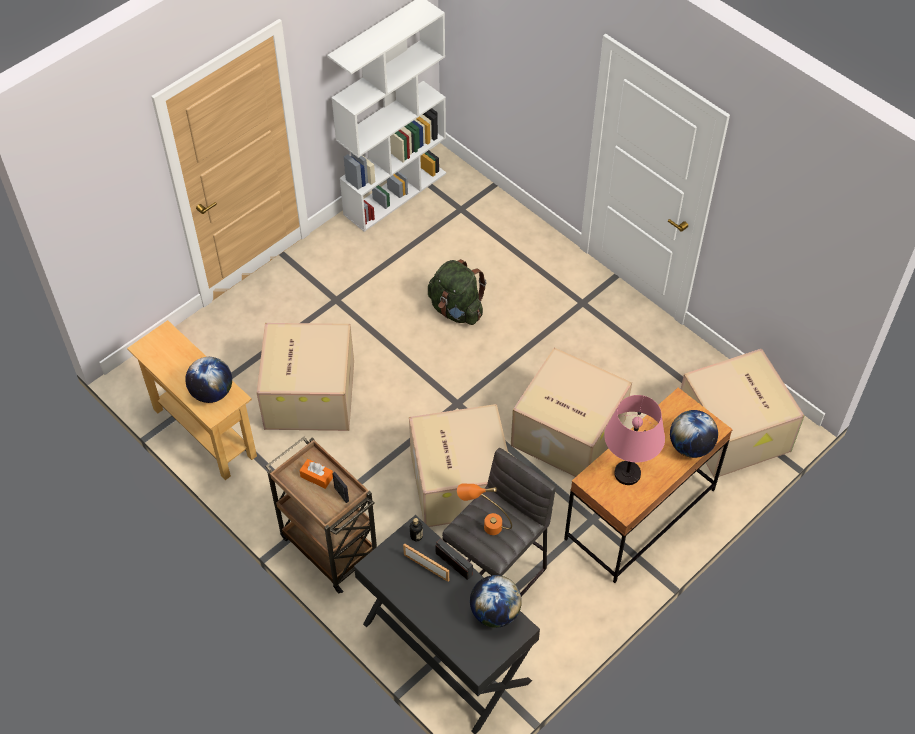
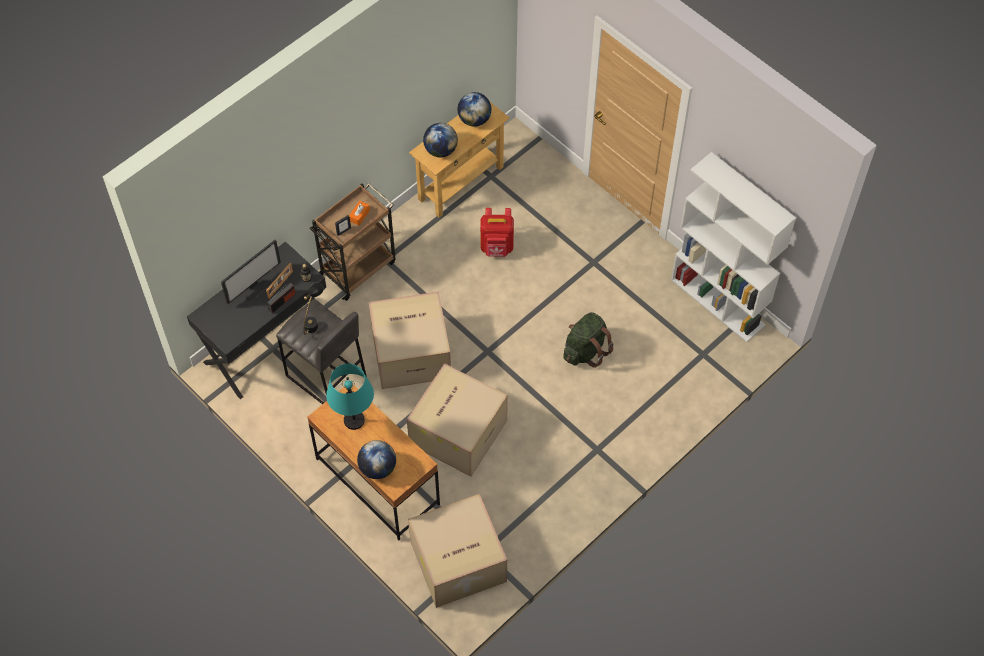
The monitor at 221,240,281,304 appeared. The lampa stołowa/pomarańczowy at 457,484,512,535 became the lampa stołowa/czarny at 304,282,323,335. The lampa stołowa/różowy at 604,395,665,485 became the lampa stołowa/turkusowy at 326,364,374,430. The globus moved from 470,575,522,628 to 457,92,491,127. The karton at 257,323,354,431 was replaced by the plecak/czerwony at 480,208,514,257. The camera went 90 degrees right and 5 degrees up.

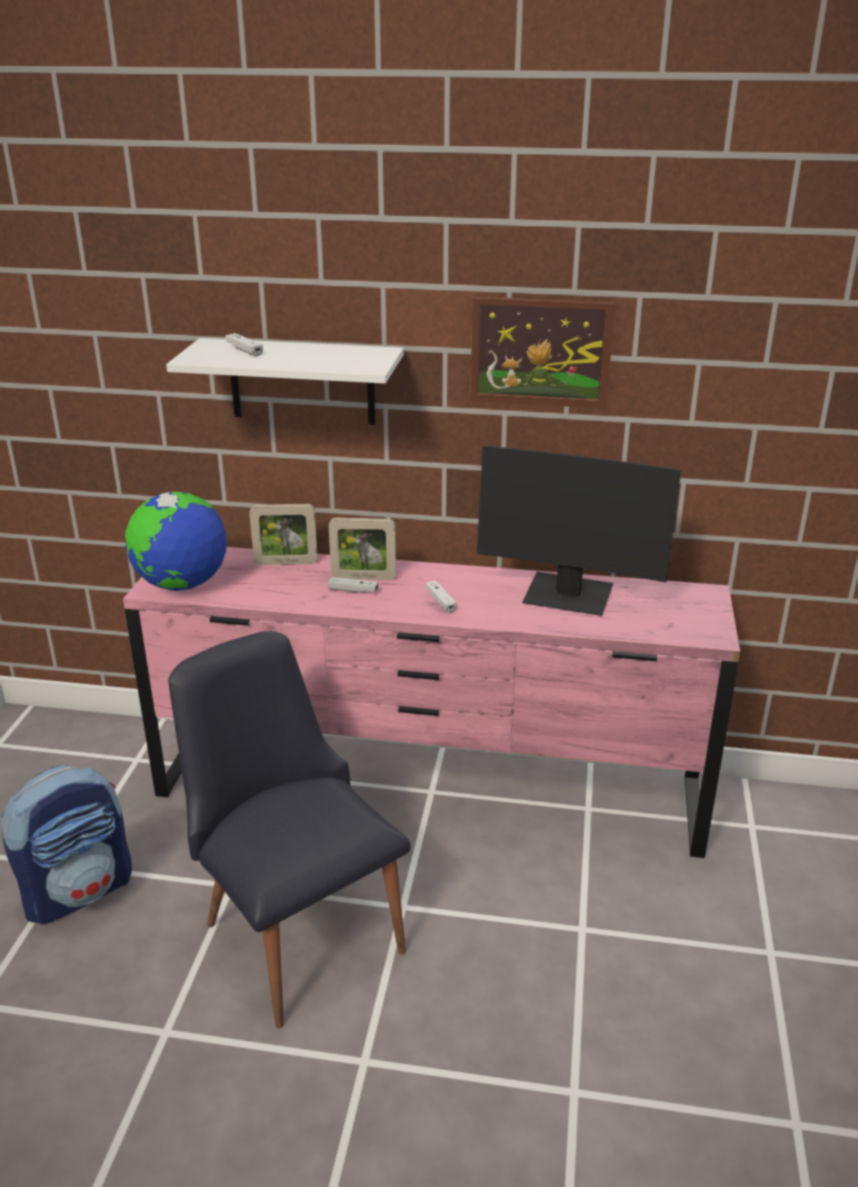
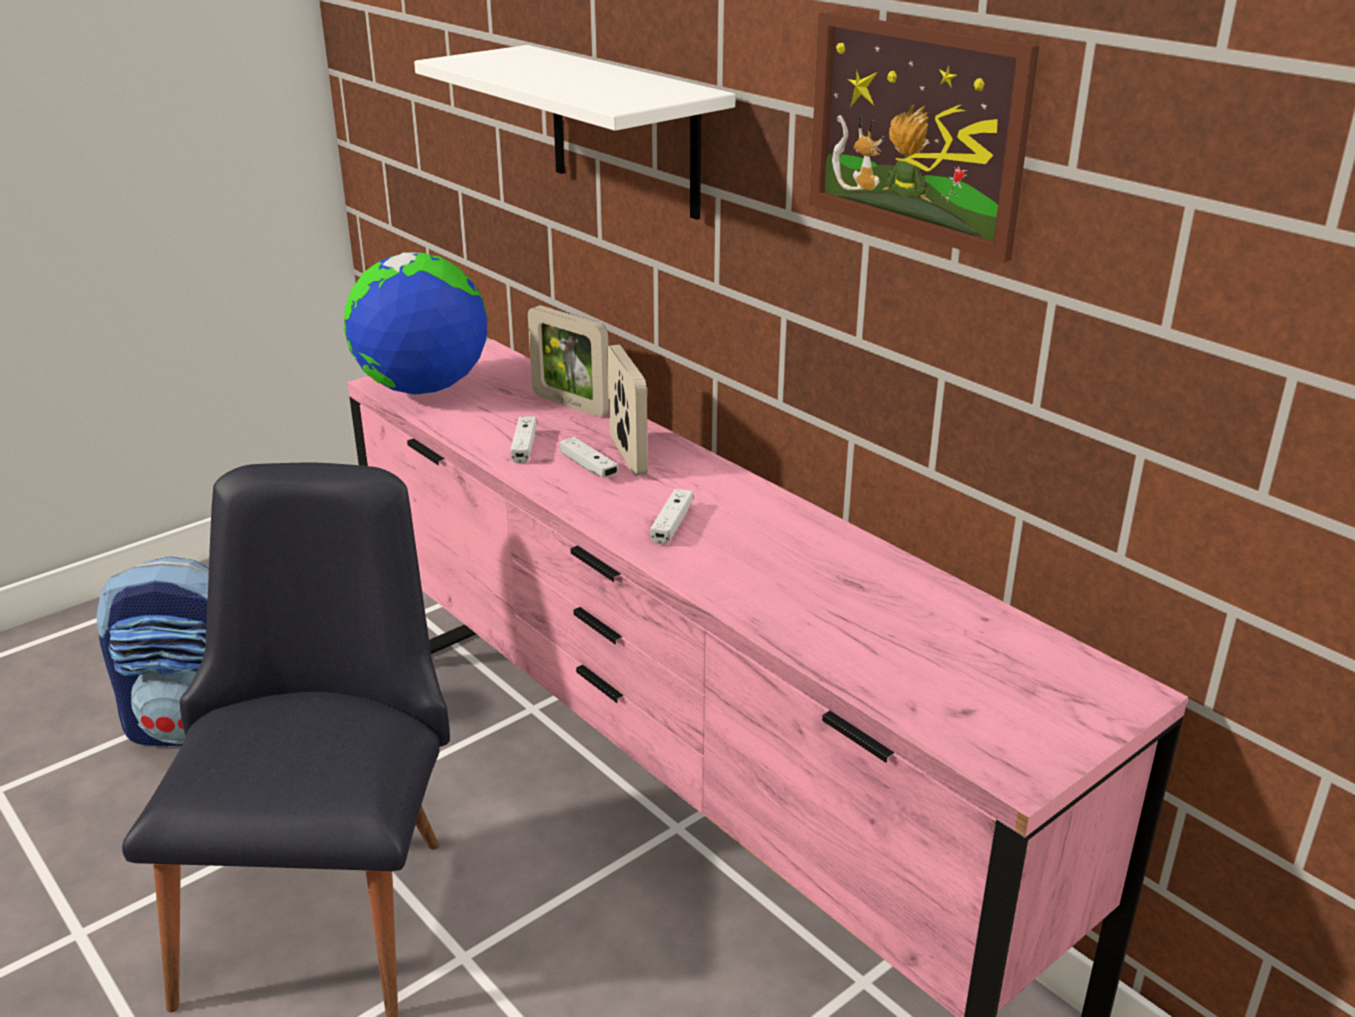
The pad do gier/biały moved from 225,333,263,356 to 510,416,537,463. The ramka na zdjęcie at 329,518,396,580 turned 150 degrees counterclockwise. The monitor at 477,446,681,616 disappeared. The camera went 40 degrees right and 0 degrees up.

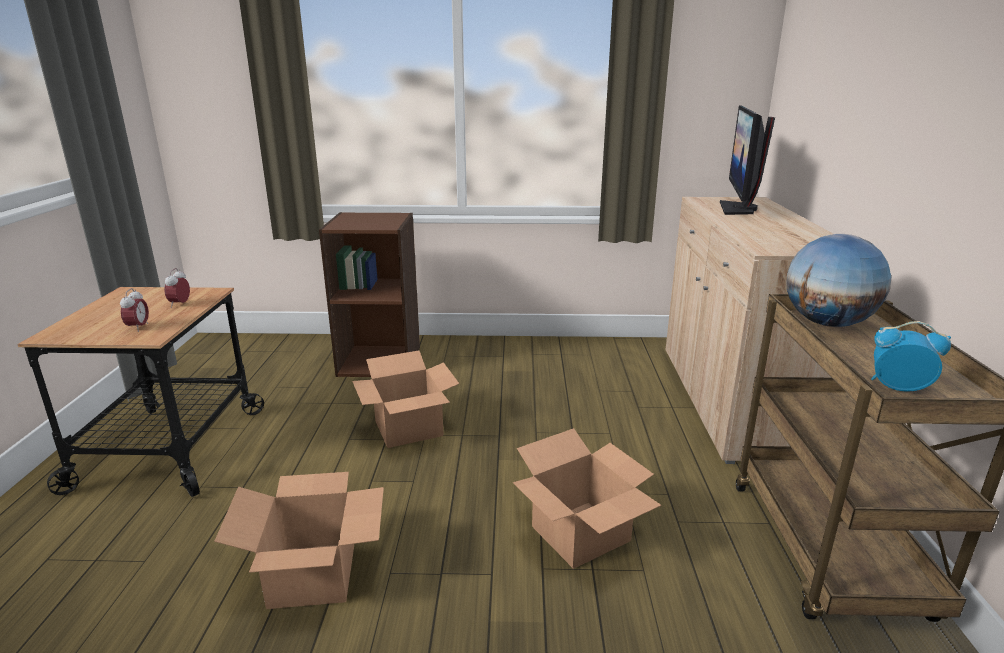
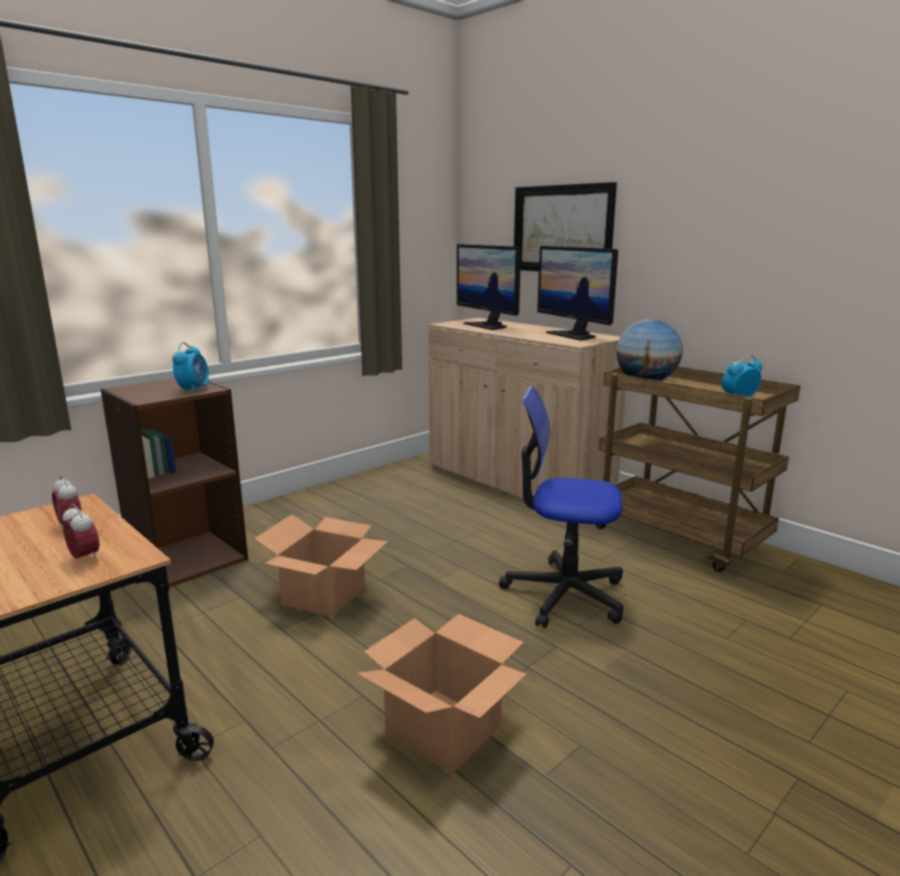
The budzik at 172,342,209,394 appeared. The karton at 513,428,662,569 was replaced by the krzesło biurowe at 499,386,623,628. The obraz at 514,182,617,271 appeared. The monitor at 537,246,618,341 appeared. The camera went 45 degrees left and 5 degrees down.

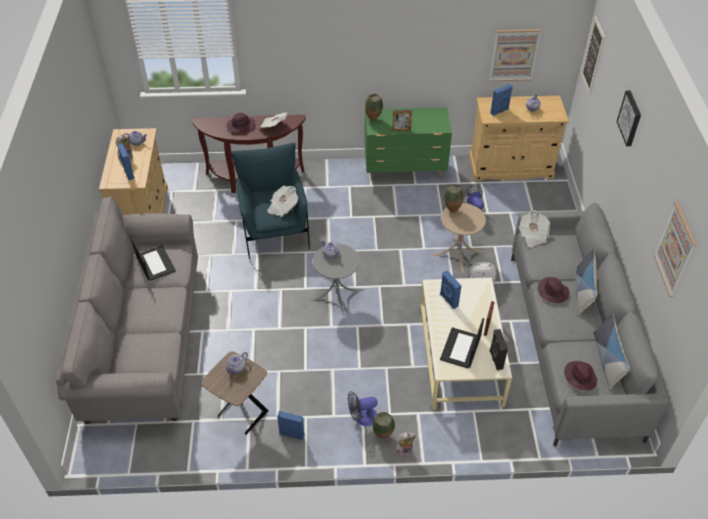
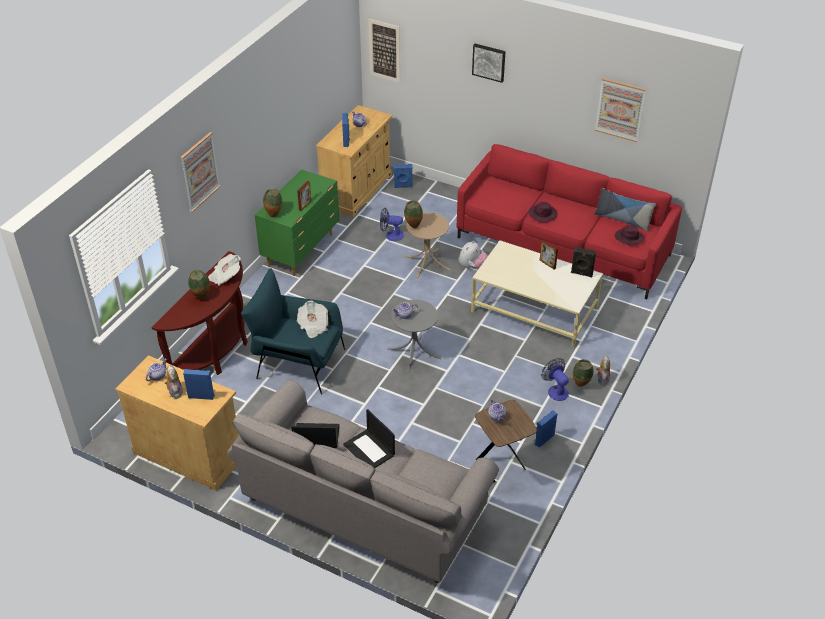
The obraz moved from 489,29,541,81 to 180,132,221,212. The kapelusz/fioletowy at 227,113,255,132 was replaced by the wazon at 188,270,210,299. The laptop moved from 440,318,484,368 to 343,409,395,468. The głośnik/niebieski moved from 440,271,461,309 to 394,164,413,188. The kanapa/szary at 511,203,669,446 became the kanapa/czerwony at 457,144,682,299. The wentylator at 348,391,377,427 turned 135 degrees clockwise. The gazeta at 519,210,550,247 disappeared. The poduszka at 576,248,597,316 disappeared. The camera went 60 degrees left and 5 degrees down.

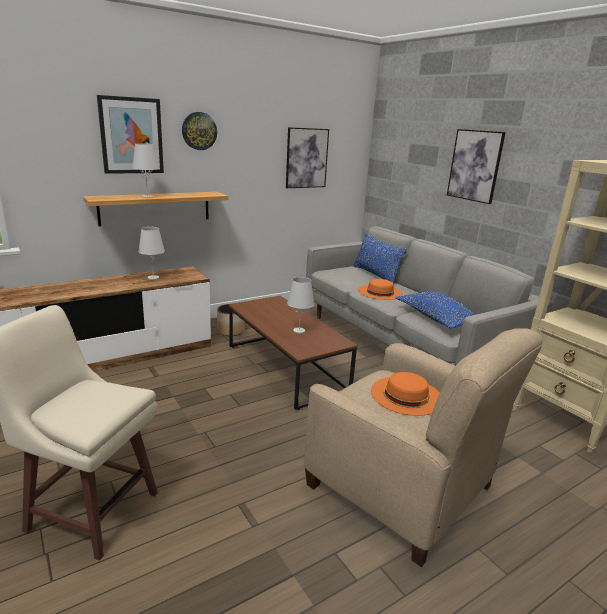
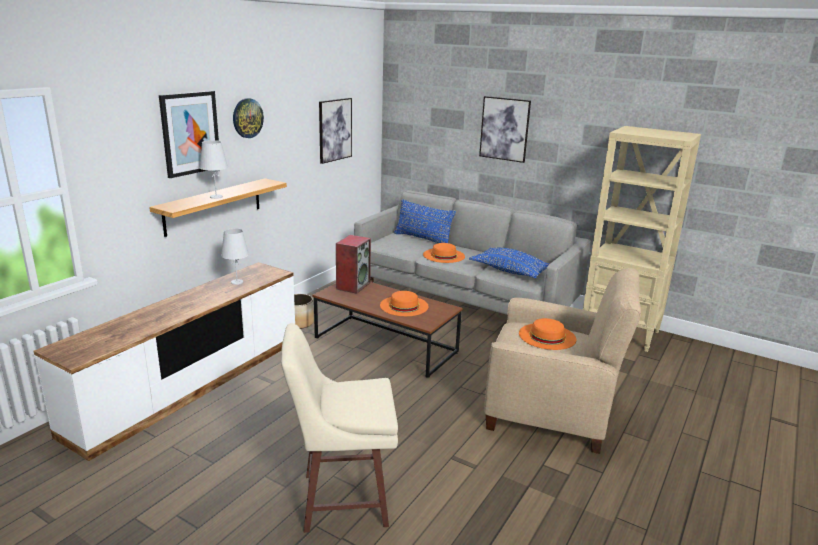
The głośnik at 336,235,371,294 appeared. The lampa stołowa/biały at 287,277,314,333 was replaced by the kapelusz/pomarańczowy at 380,291,429,316. The camera went 25 degrees left and 0 degrees up.

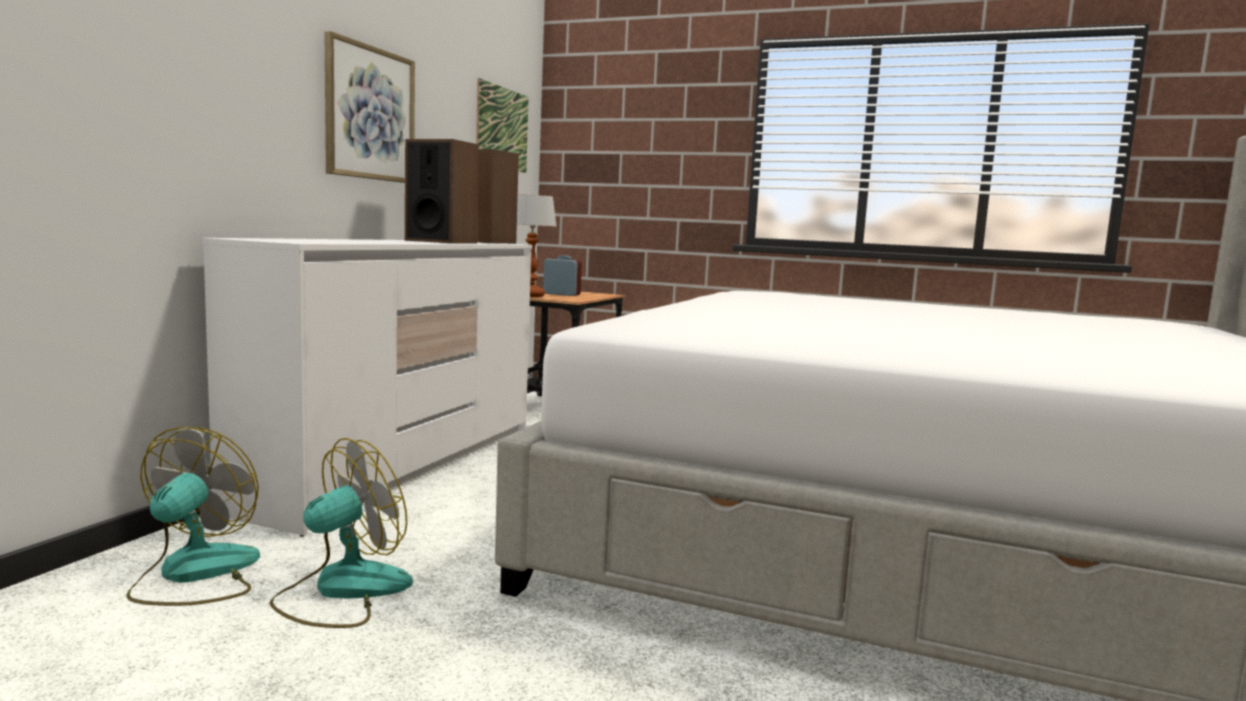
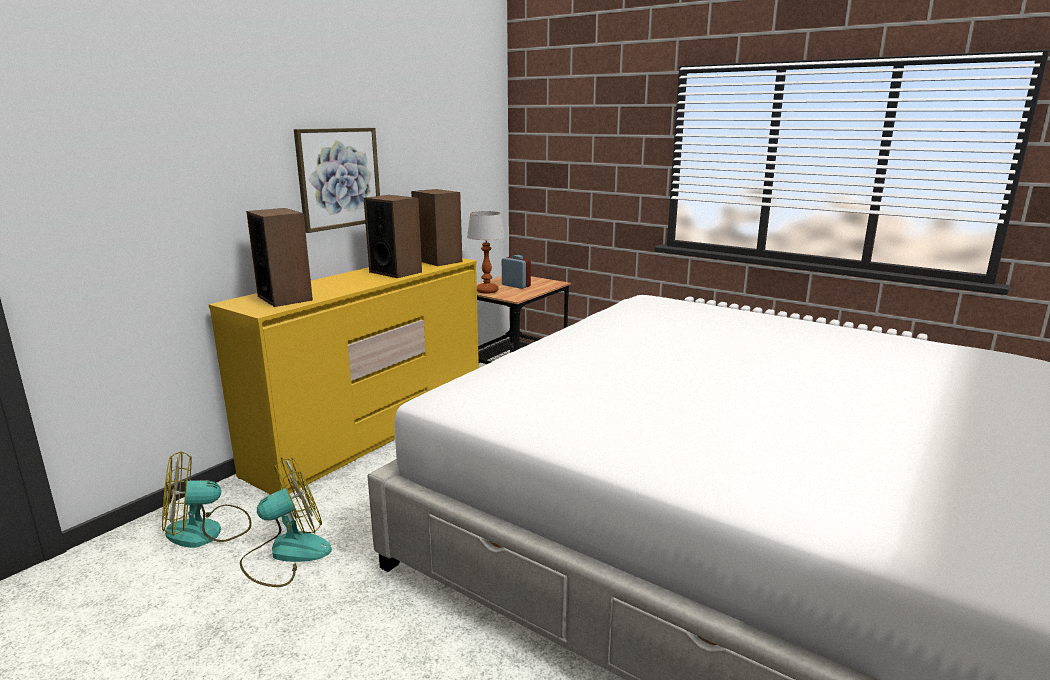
The wentylator at 126,427,260,606 turned 135 degrees counterclockwise. The komoda/biały at 202,238,532,537 became the komoda/żółty at 208,258,479,495. The głośnik at 246,208,313,307 appeared. The obraz at 476,78,529,173 disappeared. The camera went 15 degrees right and 10 degrees up.

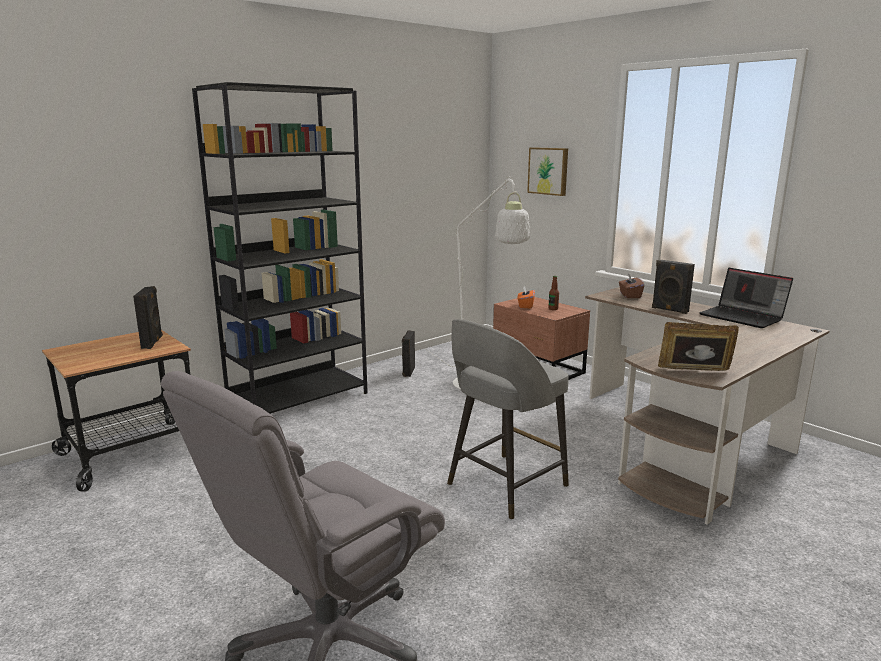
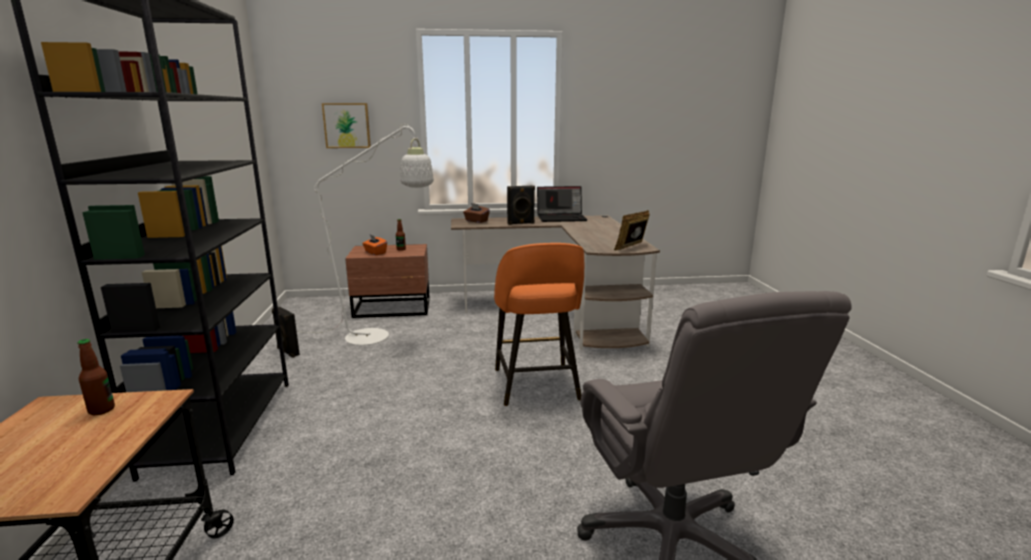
The głośnik/czarny at 133,286,163,349 was replaced by the butelka at 77,339,115,415. The stołek/szary at 447,319,569,519 became the stołek/pomarańczowy at 494,243,584,406. The camera went 55 degrees left and 0 degrees up.

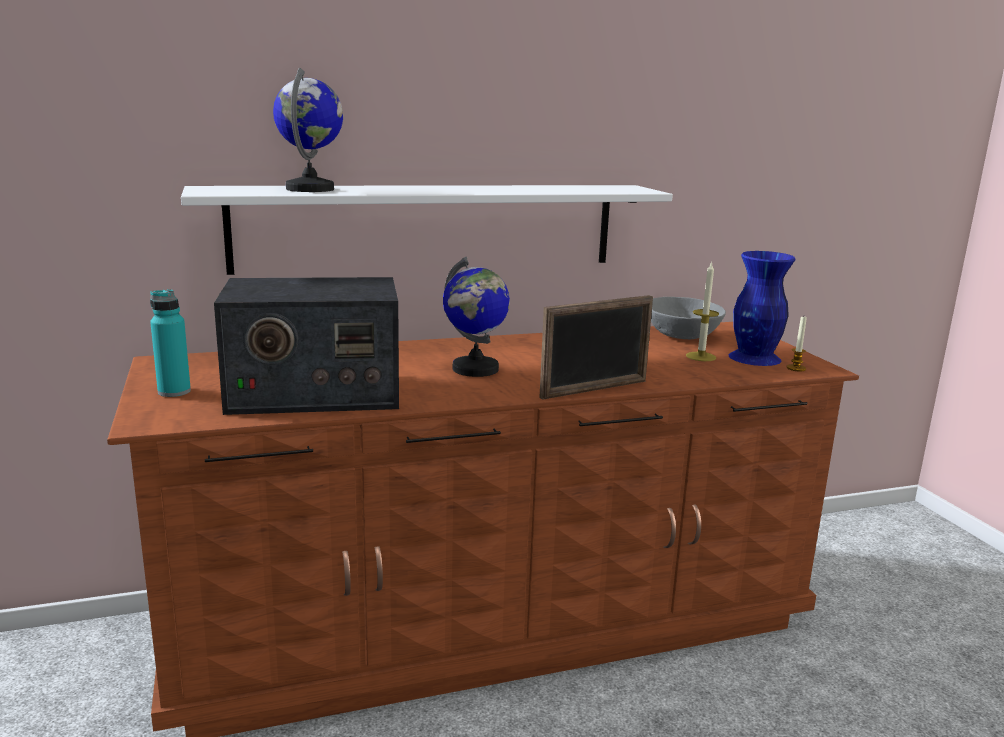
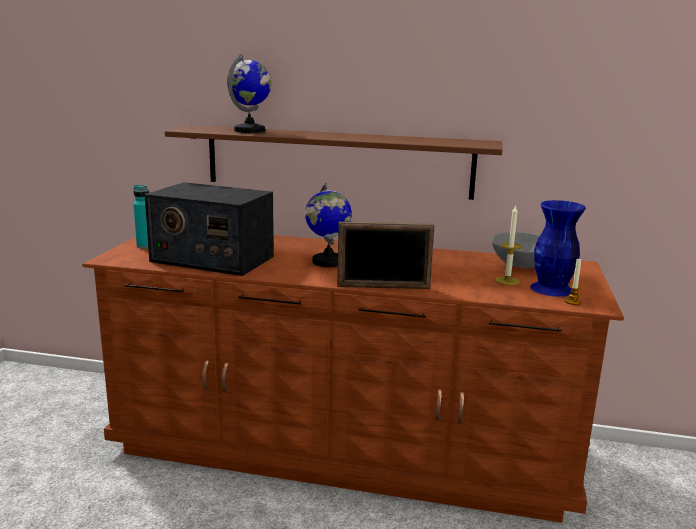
The półka/biały at 181,185,673,275 became the półka/brązowy at 165,125,502,200. The camera went 30 degrees right and 0 degrees up.

